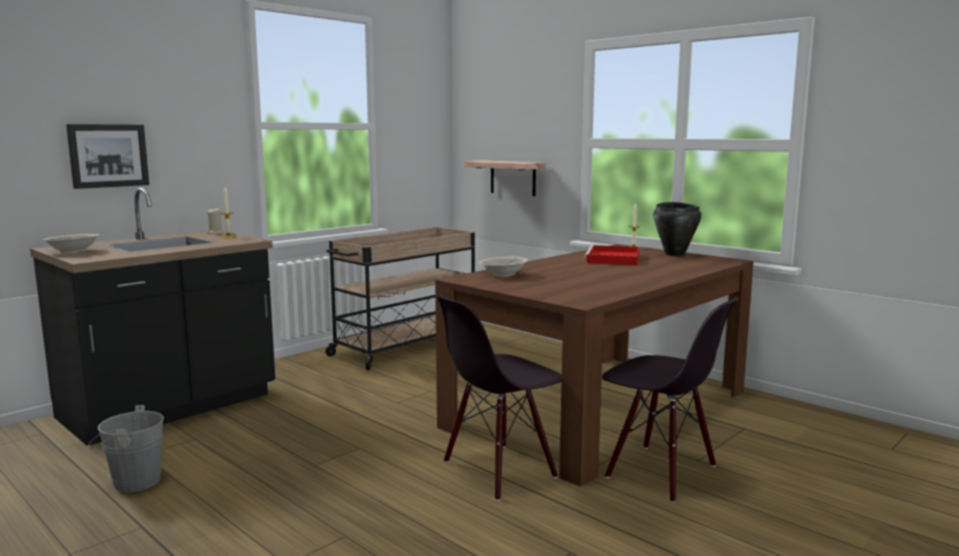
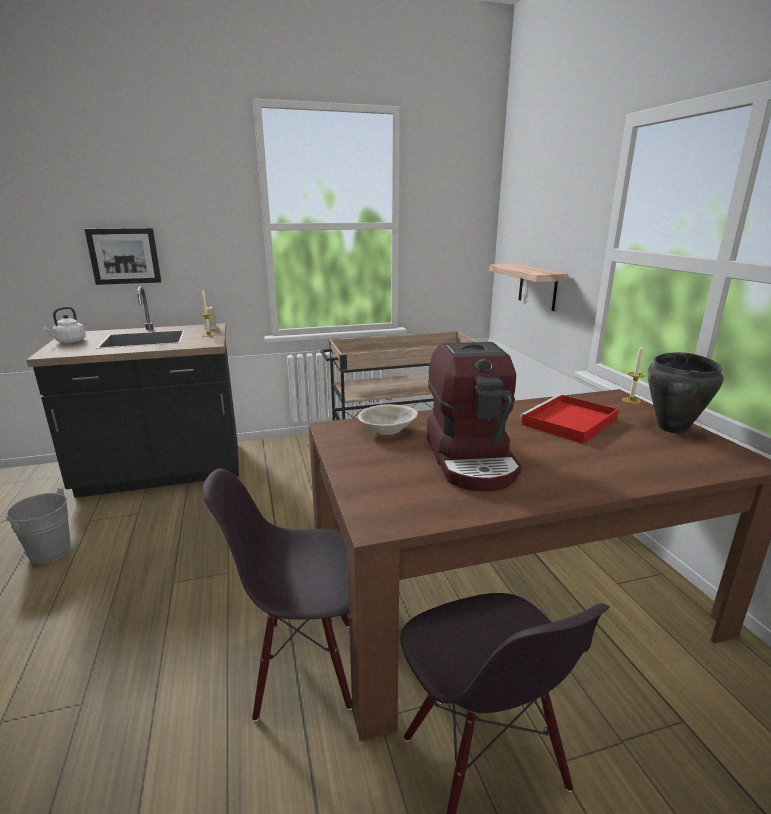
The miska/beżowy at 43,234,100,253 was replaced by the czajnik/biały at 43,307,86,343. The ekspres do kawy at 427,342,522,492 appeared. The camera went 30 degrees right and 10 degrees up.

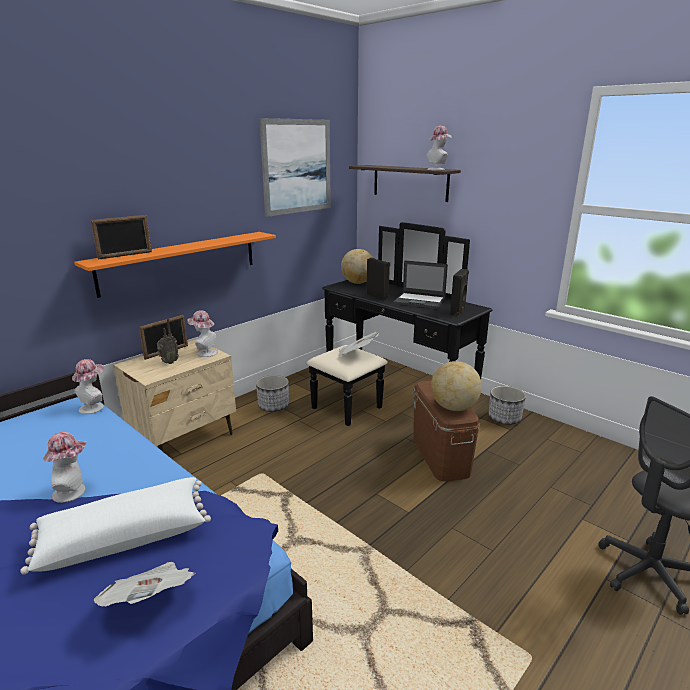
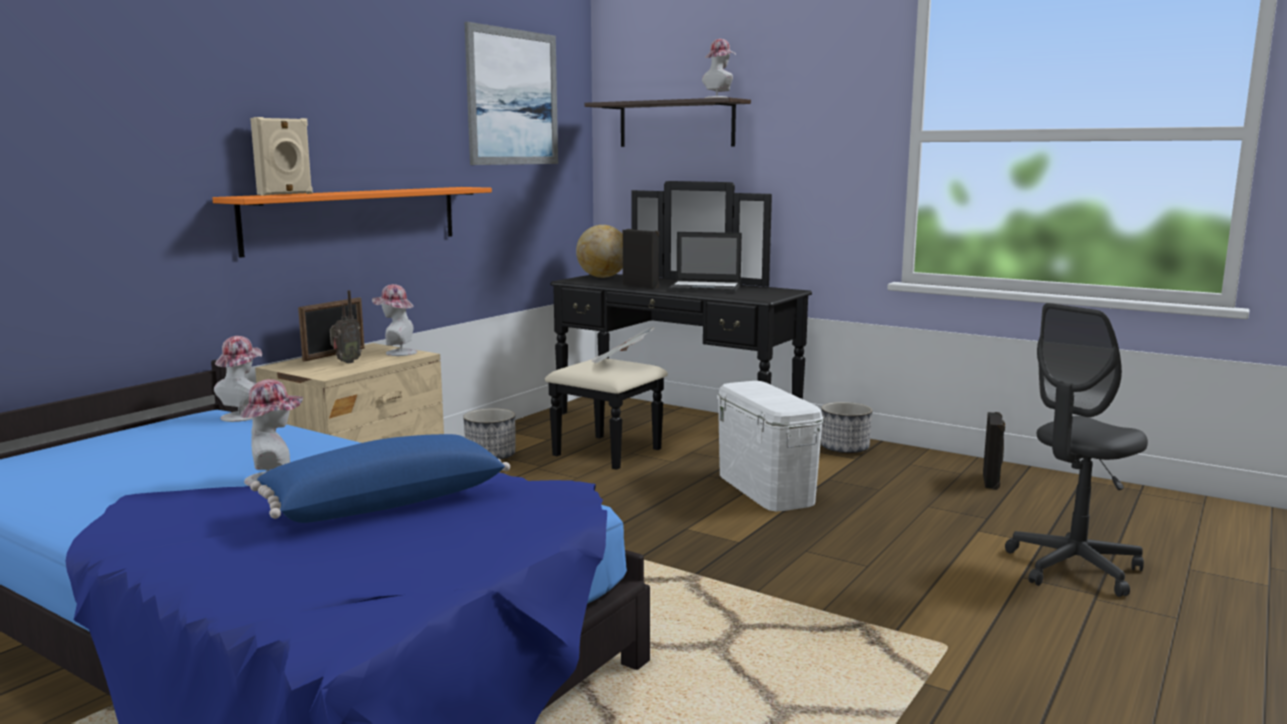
The ramka na zdjęcie at 91,215,152,260 was replaced by the głośnik/beżowy at 250,117,313,195. The poduszka/biały at 20,477,211,575 became the poduszka/niebieski at 250,434,510,523. The pojemnik do przechowywania/brązowy at 413,381,480,481 became the pojemnik do przechowywania/biały at 717,381,824,511. The głośnik/czarny moved from 450,269,469,316 to 983,412,1005,490. The gazeta at 94,562,196,606 disappeared. The globus at 431,361,482,411 disappeared. The camera went 10 degrees left and 10 degrees down.

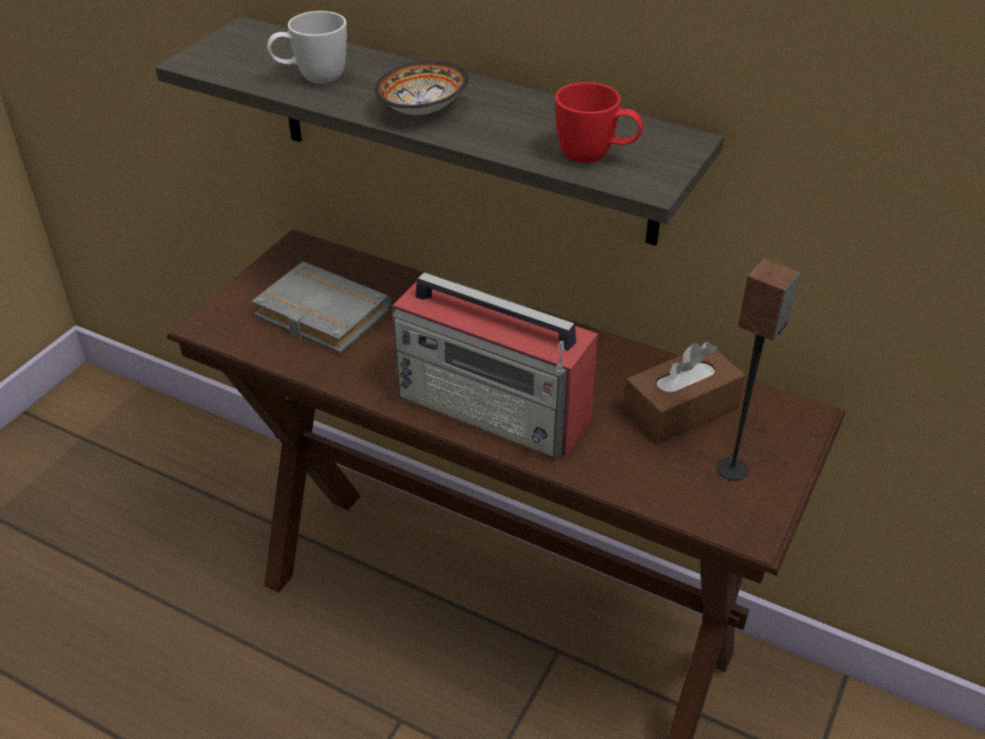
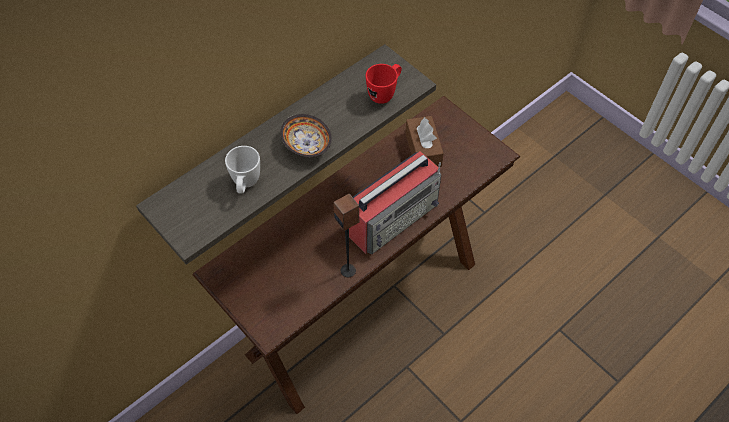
The głośnik moved from 717,259,800,480 to 333,193,359,277. The książka/szary at 252,261,391,354 disappeared. The camera went 70 degrees left and 15 degrees up.

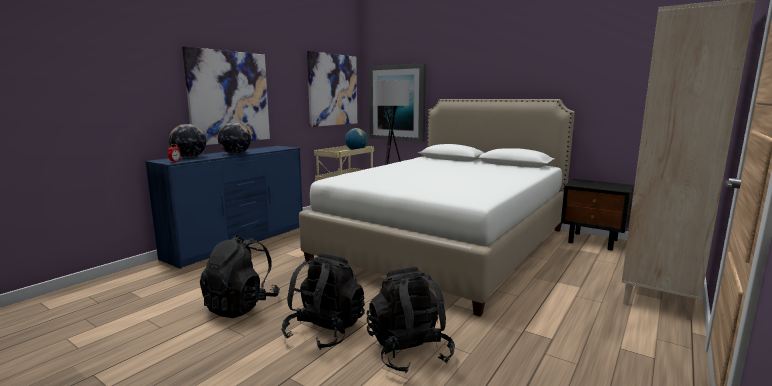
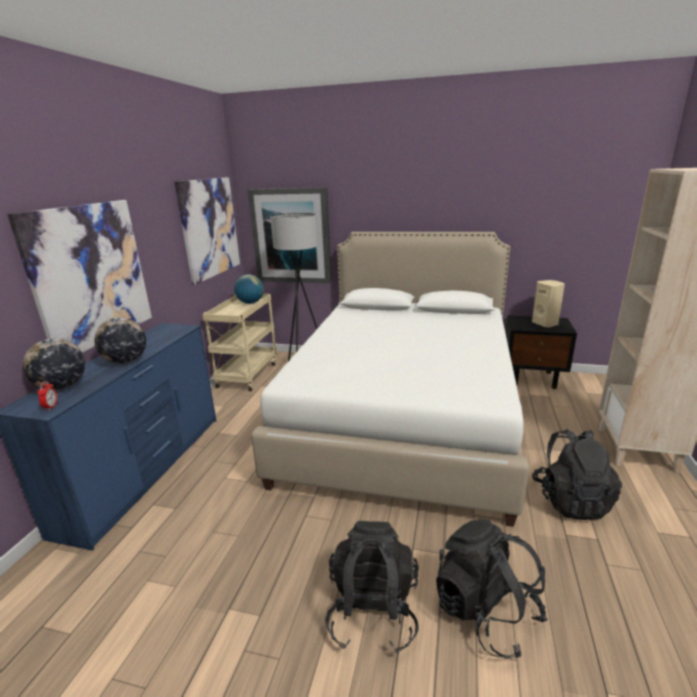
The głośnik/beżowy at 532,280,565,328 appeared. The plecak/czarny moved from 200,235,280,318 to 532,429,622,520. The camera went 20 degrees left and 10 degrees up.

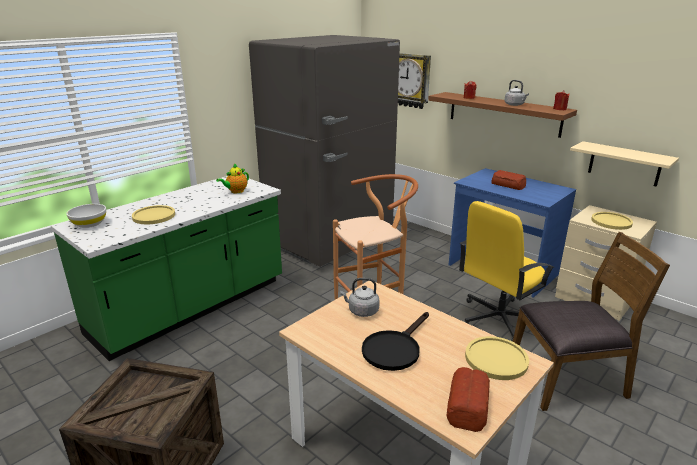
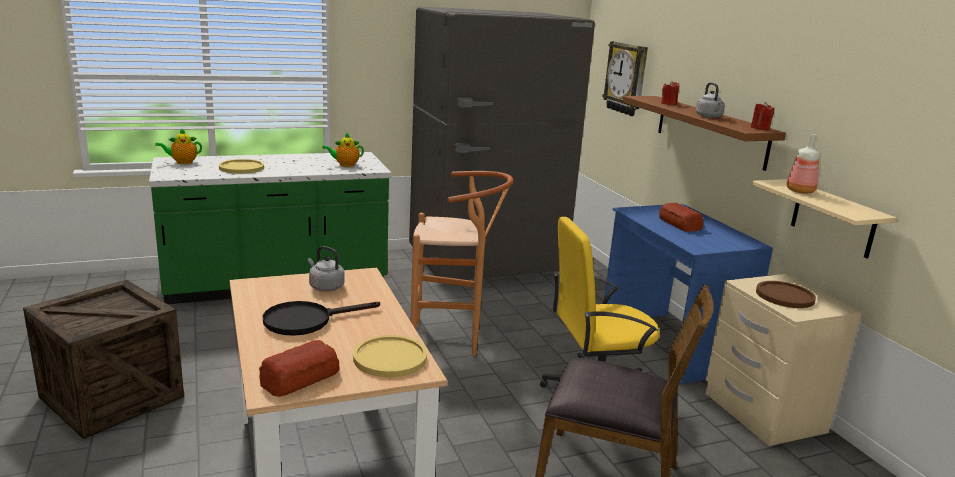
The miska/biały at 66,204,106,228 was replaced by the imbryk at 155,128,202,164. The talerz/żółty at 591,212,633,230 became the talerz/brązowy at 756,281,816,308. The butelka at 786,134,820,194 appeared. The camera went 25 degrees right and 5 degrees down.

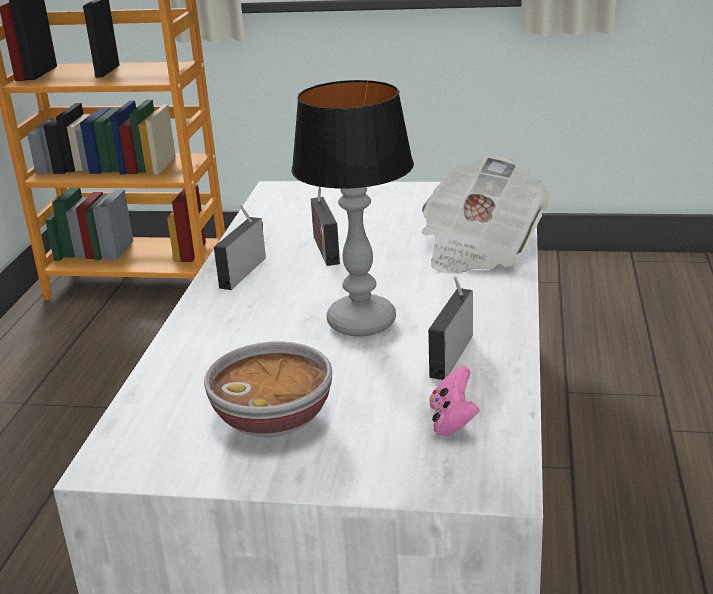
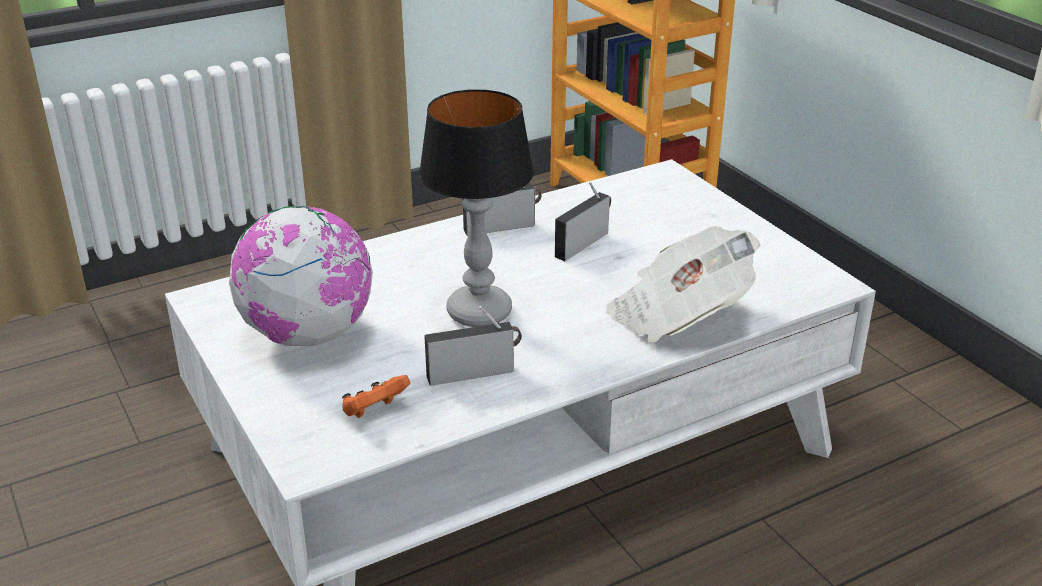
The miska at 204,341,332,437 was replaced by the globus at 229,206,373,346. The pad do gier/różowy at 429,366,479,436 became the pad do gier/pomarańczowy at 342,375,410,418. The camera went 50 degrees right and 5 degrees up.

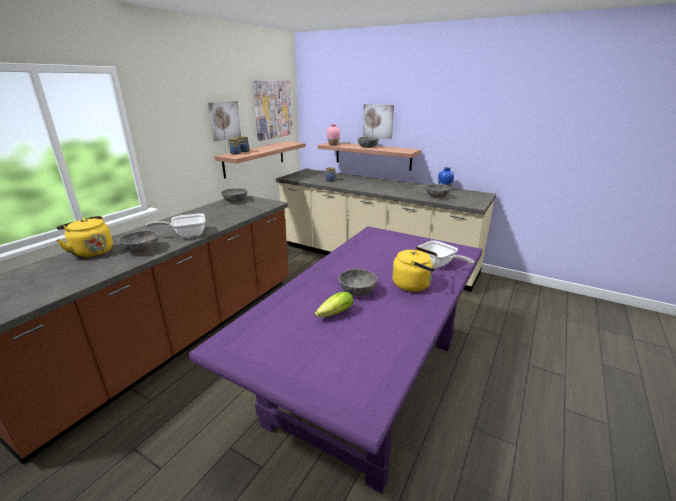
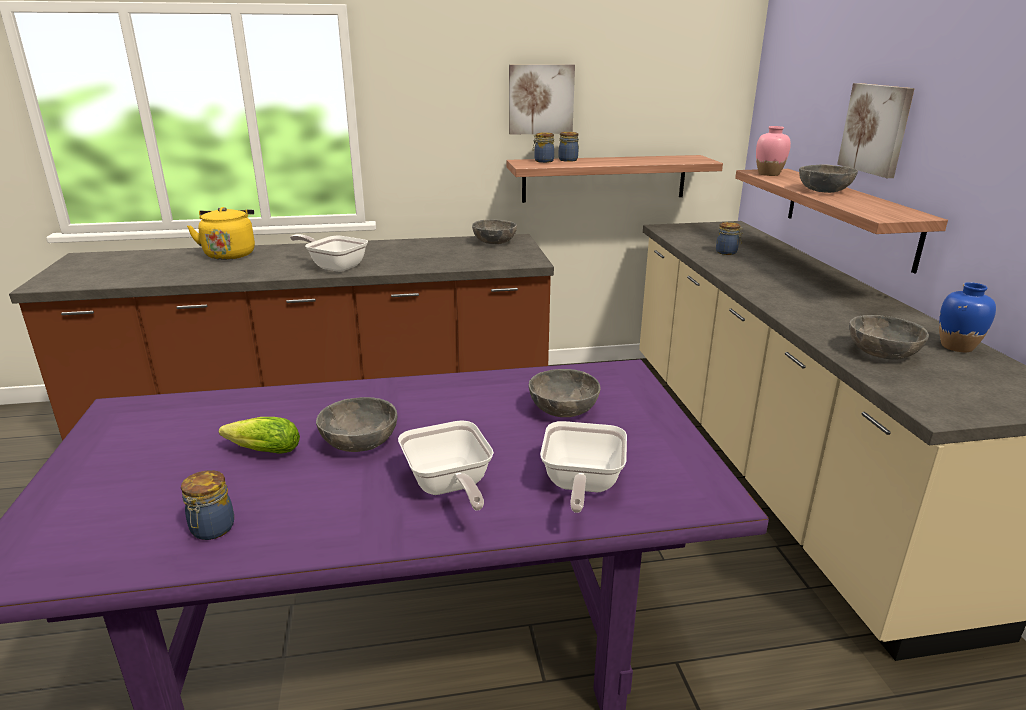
The słoik at 181,470,234,540 appeared. The czajnik/żółty at 392,247,438,292 was replaced by the patelnia at 398,420,494,511. The miska/szary moved from 119,230,159,253 to 529,369,601,417. The obraz at 253,80,293,141 disappeared. The camera went 50 degrees right and 0 degrees up.

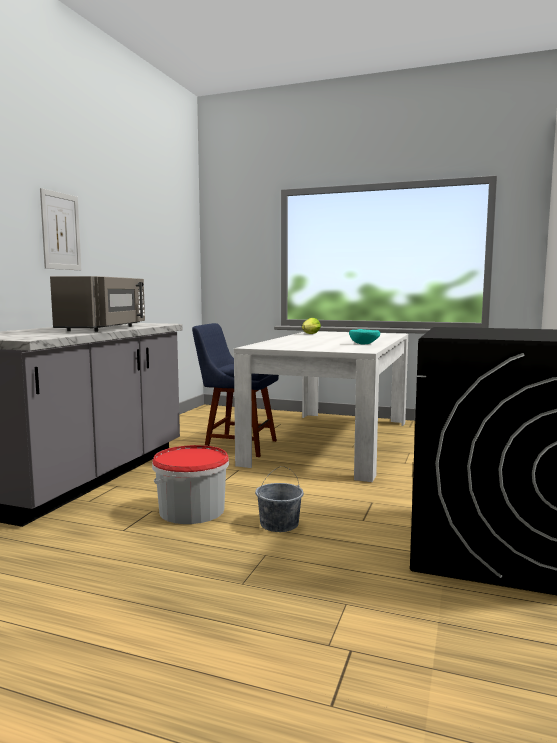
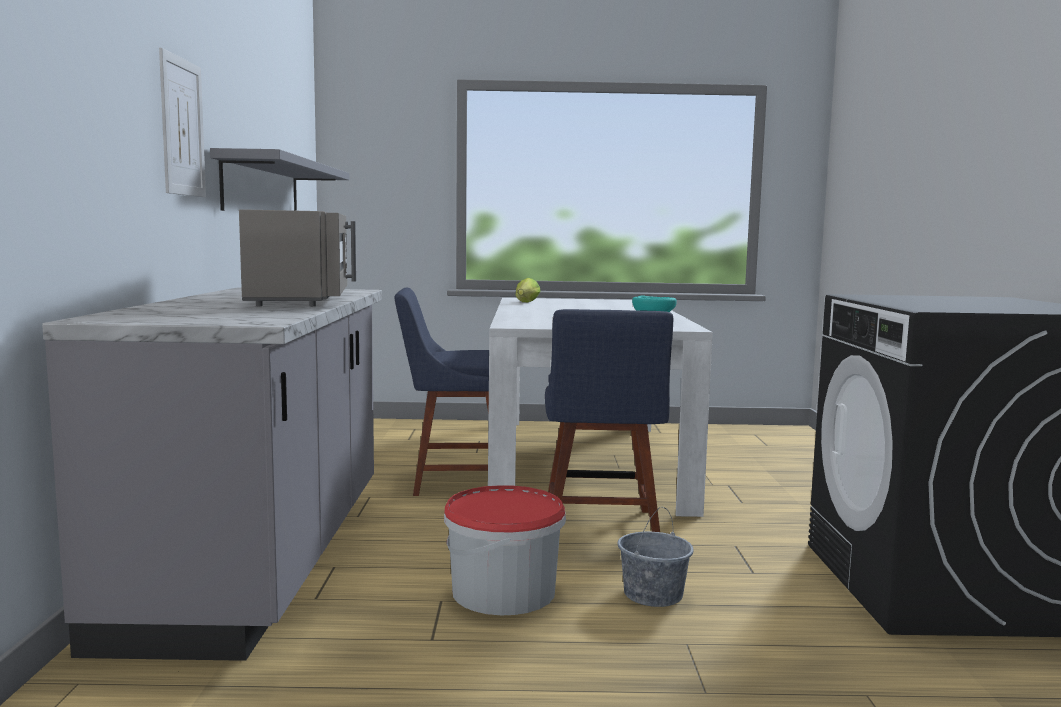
The półka/szary at 210,148,349,211 appeared. The krzesło/niebieski at 545,309,673,532 appeared. The camera went 20 degrees left and 0 degrees up.

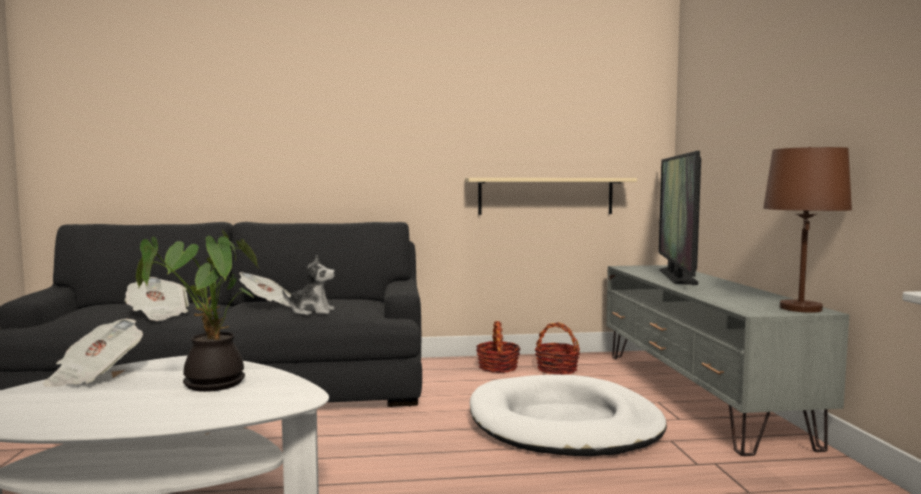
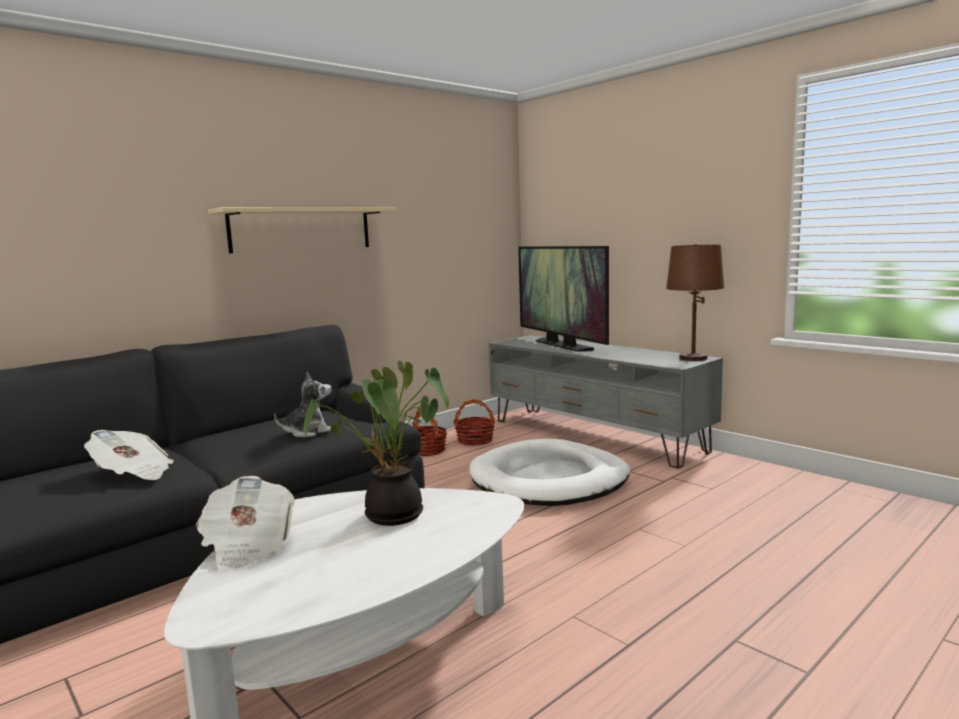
The półka/beżowy moved from 465,178,637,215 to 208,207,396,253. The gazeta at 239,272,291,307 disappeared. The camera went 35 degrees left and 5 degrees up.

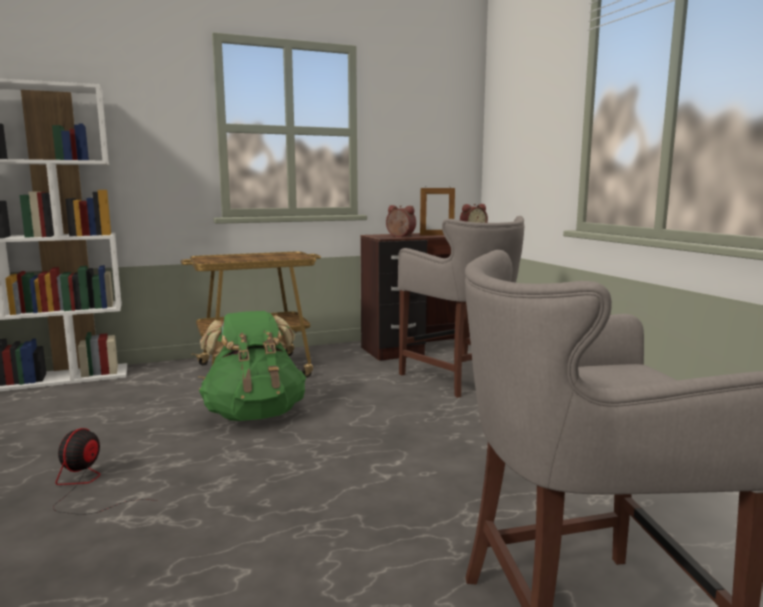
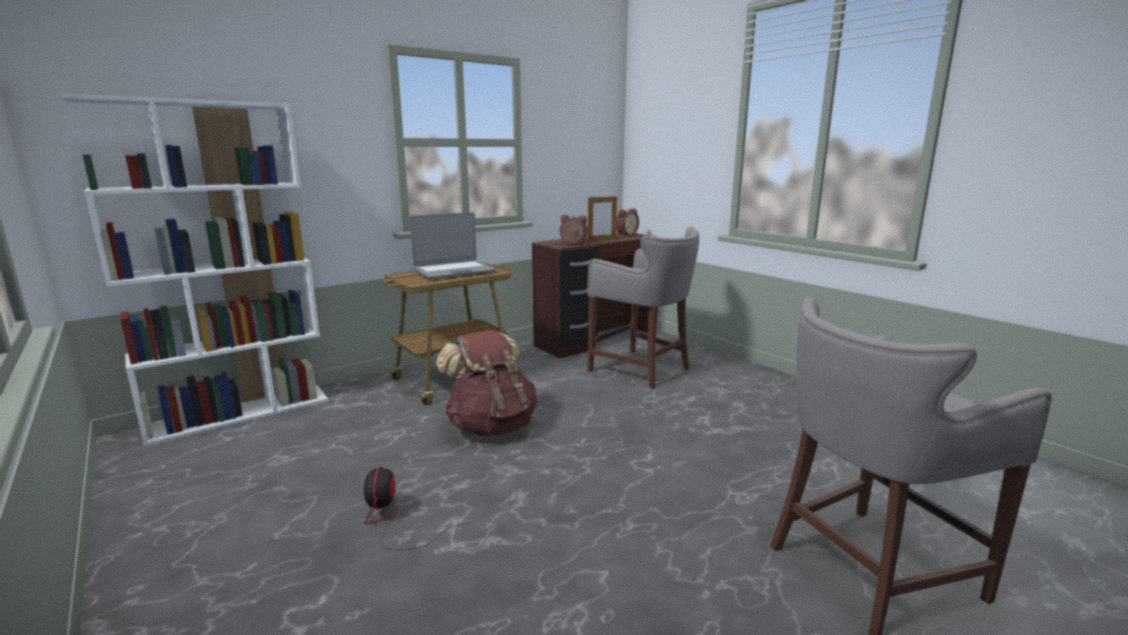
The laptop at 410,212,496,278 appeared. The plecak/zielony at 199,311,306,421 became the plecak/brązowy at 436,330,538,436. The camera went 15 degrees left and 5 degrees up.

